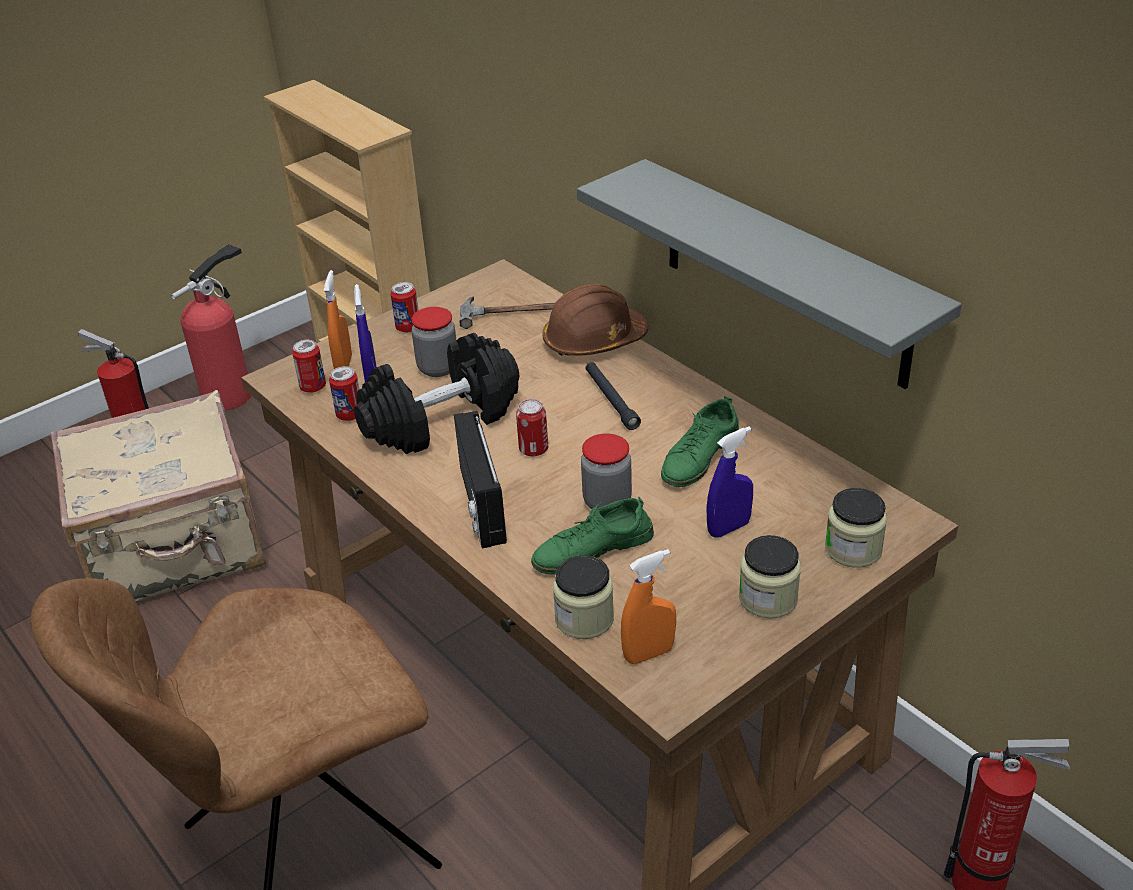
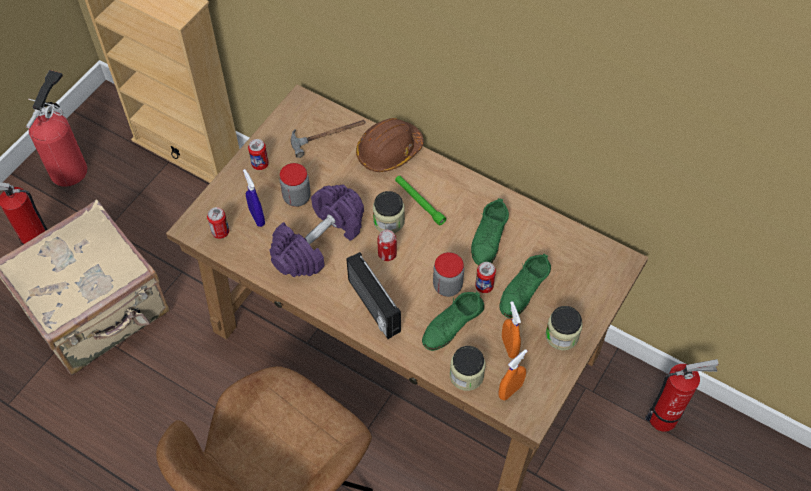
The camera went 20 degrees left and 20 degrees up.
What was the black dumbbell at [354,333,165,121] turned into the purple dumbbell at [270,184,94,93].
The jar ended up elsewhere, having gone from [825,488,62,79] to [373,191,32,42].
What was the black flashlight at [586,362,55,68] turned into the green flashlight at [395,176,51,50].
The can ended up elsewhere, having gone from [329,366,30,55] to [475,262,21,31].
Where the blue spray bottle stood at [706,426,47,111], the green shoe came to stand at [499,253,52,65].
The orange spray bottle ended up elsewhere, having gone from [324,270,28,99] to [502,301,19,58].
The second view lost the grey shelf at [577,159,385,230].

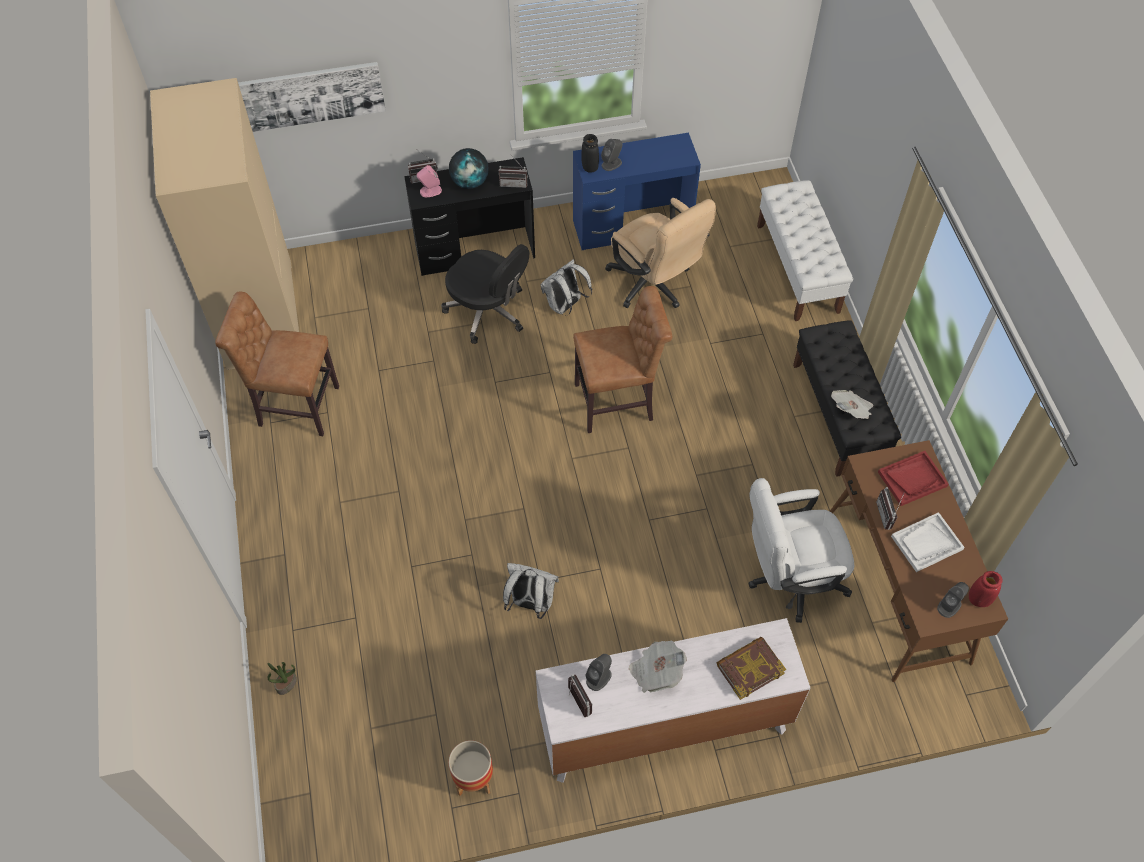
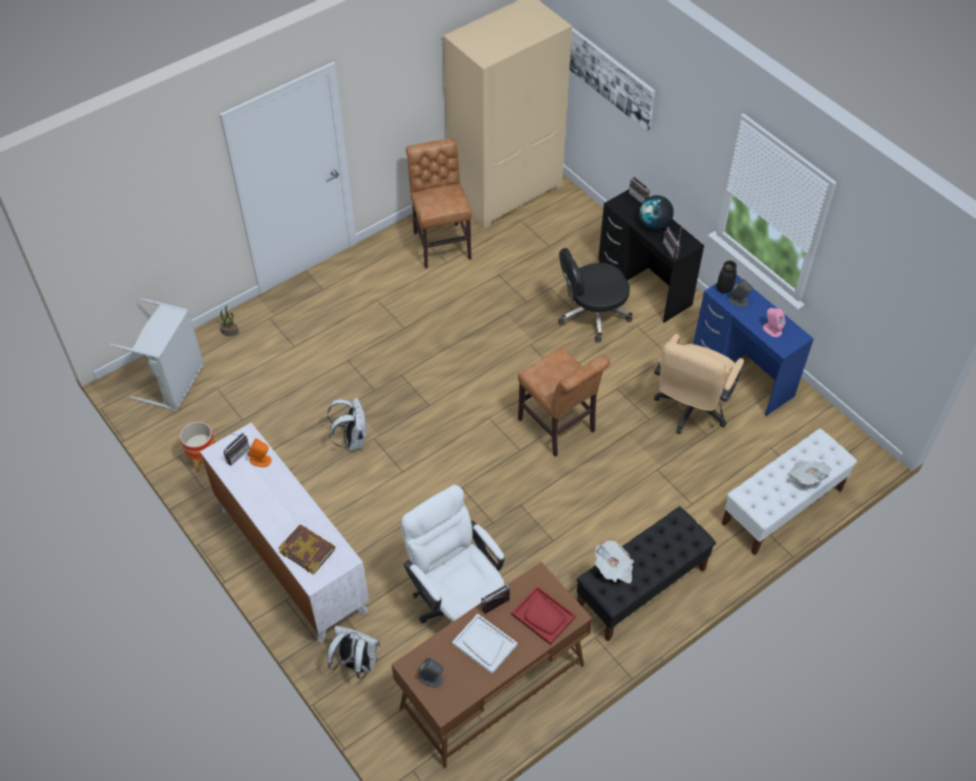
The camera went 65 degrees right and 5 degrees down.
The second view gained the grey laundry basket at [110,298,94,113].
What was the grey speaker at [586,654,26,37] turned into the orange speaker at [247,439,24,28].
The white backpack ended up elsewhere, having gone from [541,259,51,56] to [327,626,54,53].
The black office chair at [441,244,88,100] ended up facing another way, 60 degrees clockwise from before.
The pink speaker ended up elsewhere, having gone from [417,165,25,32] to [763,308,23,29].
The newspaper ended up elsewhere, having gone from [629,641,58,52] to [788,460,44,25].
The second view lost the red vase at [969,571,34,36].

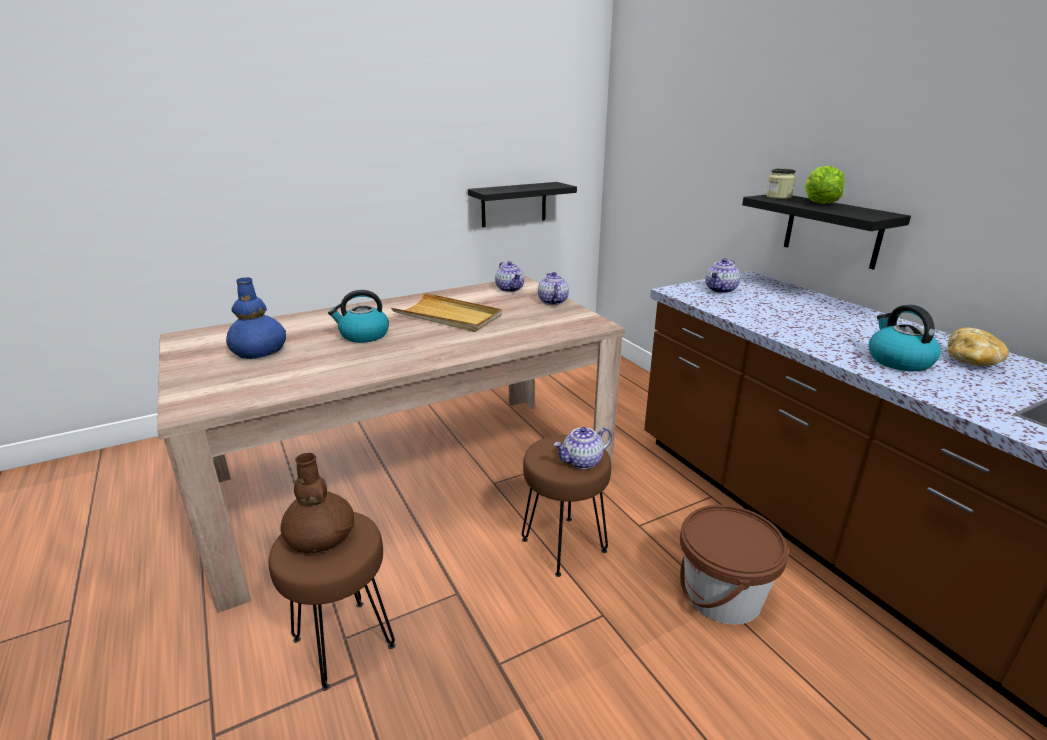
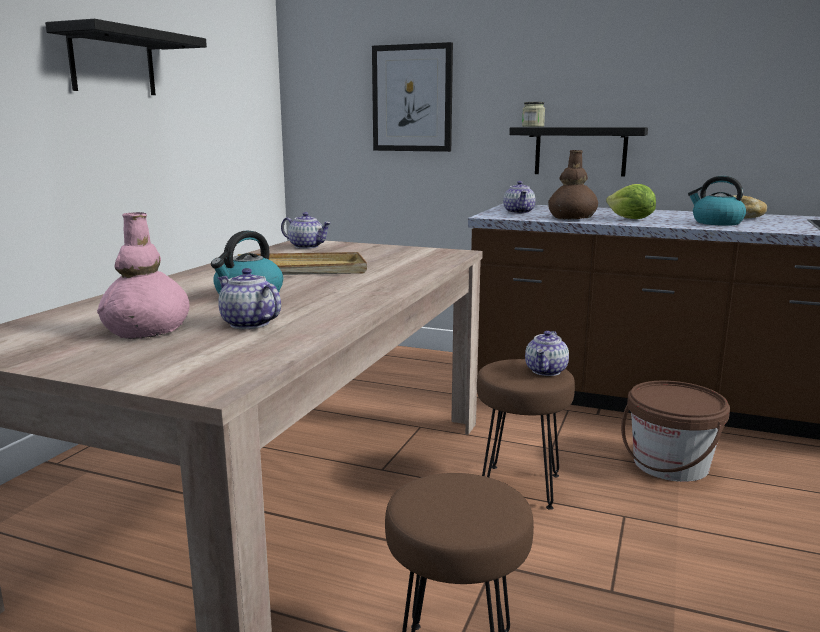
The camera went 40 degrees left and 10 degrees down.
The black shelf ended up elsewhere, having gone from [468,182,109,45] to [45,19,162,76].
What was the blue vase at [226,278,60,81] turned into the pink vase at [97,212,92,127].
The teapot ended up elsewhere, having gone from [538,272,31,33] to [217,268,64,61].
The second view gained the picture at [372,42,81,110].
The brown vase ended up elsewhere, having gone from [281,453,73,101] to [548,150,50,70].
The lettuce ended up elsewhere, having gone from [805,166,40,38] to [606,184,50,35].

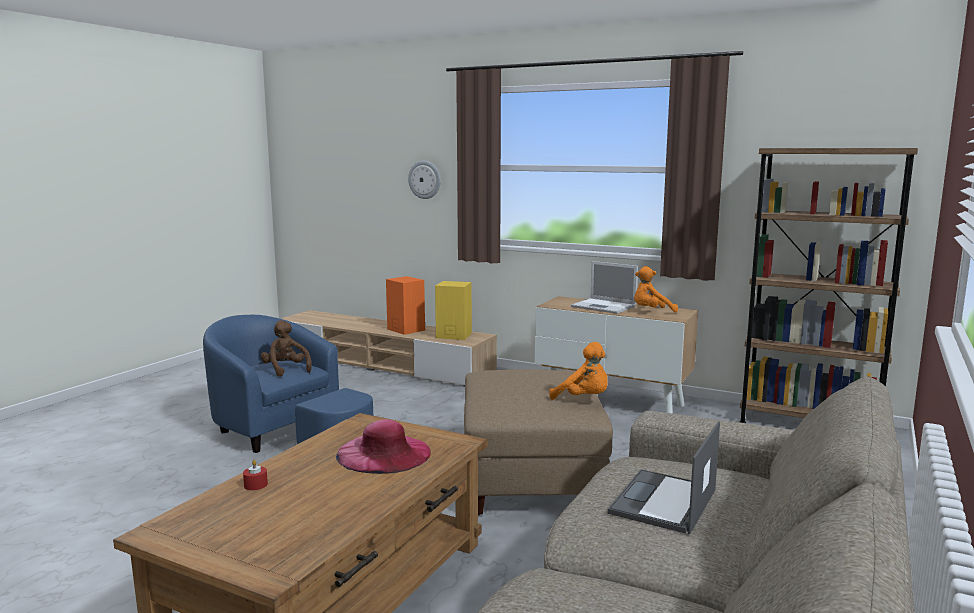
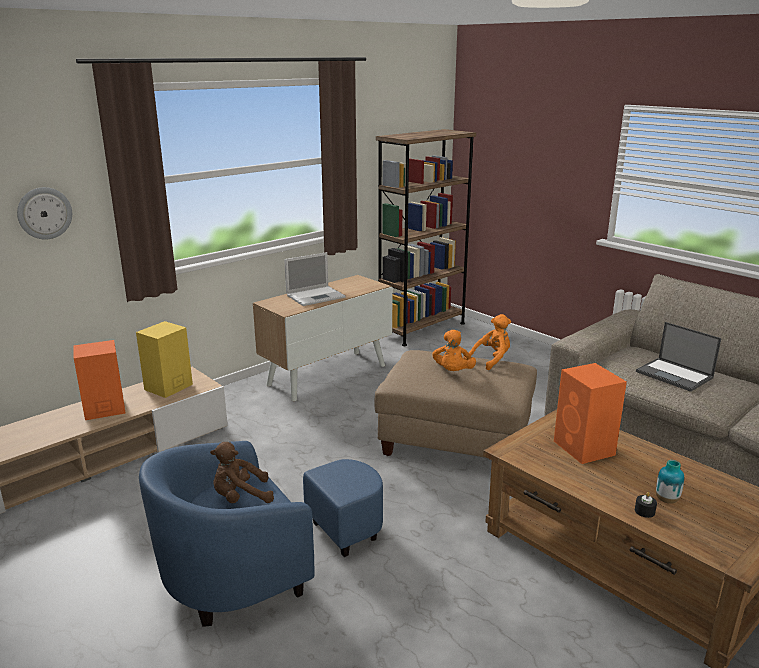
The camera went 70 degrees left and 10 degrees up.
The orange plush toy ended up elsewhere, having gone from [634,266,44,46] to [432,330,44,41].
Where the pink hat stood at [336,419,95,55], the orange speaker came to stand at [554,363,73,101].
What was the red candle at [243,460,25,30] turned into the black candle at [635,492,22,26].
The second view gained the vase at [656,460,28,44].

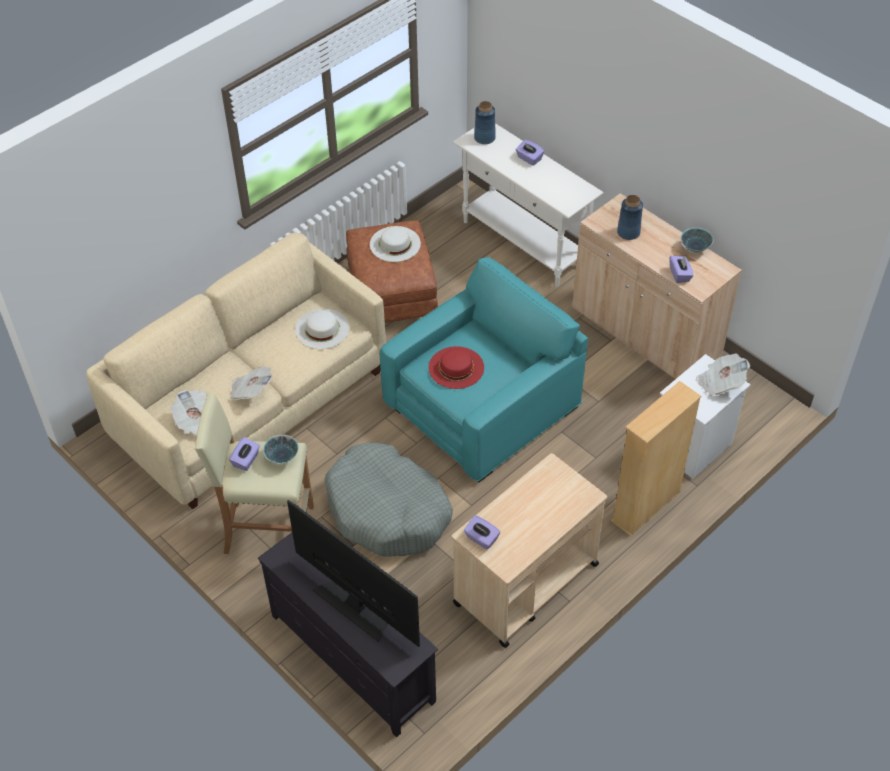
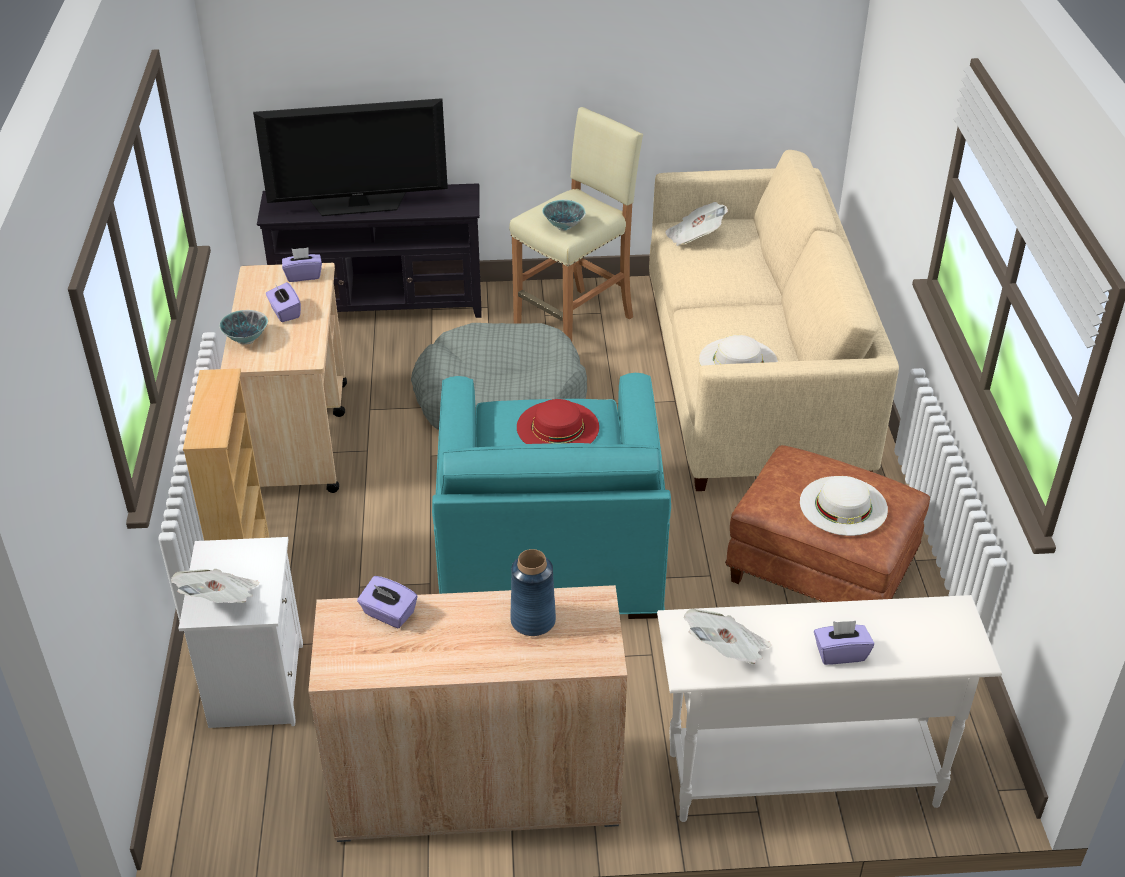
The camera went 130 degrees right and 10 degrees down.
The bowl ended up elsewhere, having gone from [680,228,34,25] to [219,310,49,35].
The purple tissue box ended up elsewhere, having gone from [229,437,31,34] to [266,282,35,40].
The newspaper ended up elsewhere, having gone from [230,367,42,33] to [684,609,87,55].
The second view lost the blue vase at [474,101,22,43].

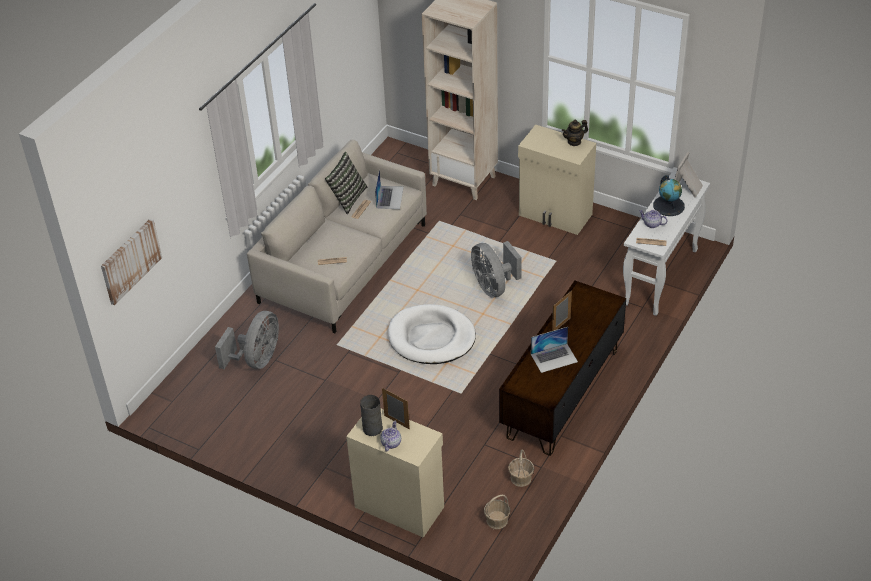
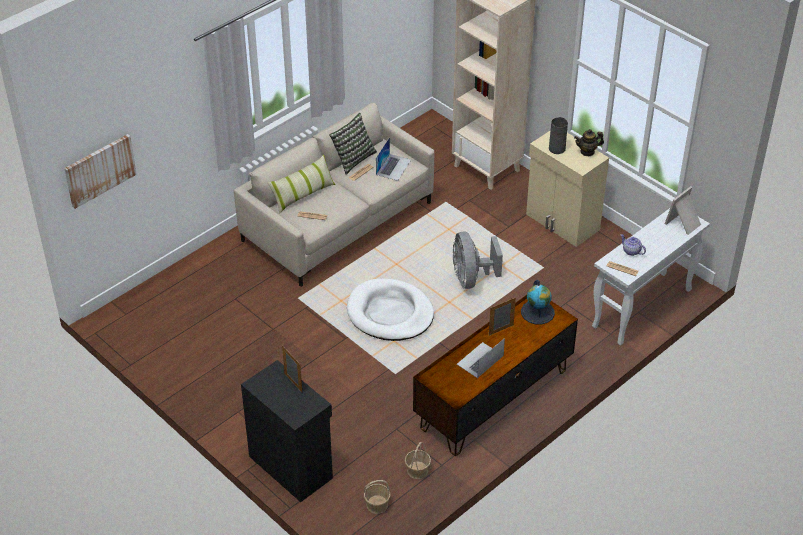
The camera went 15 degrees right and 0 degrees up.
What was the beige cabinet at [346,409,98,129] turned into the black cabinet at [241,360,92,142].
The second view gained the pillow at [268,155,67,58].
The laptop at [531,327,47,46] ended up facing another way, 135 degrees clockwise from before.
The globe ended up elsewhere, having gone from [653,175,32,41] to [521,280,34,45].
The grey vase ended up elsewhere, having gone from [360,395,23,41] to [549,117,19,37].
The second view lost the grey fan at [215,311,64,58].
The second view lost the teapot at [380,421,21,31].

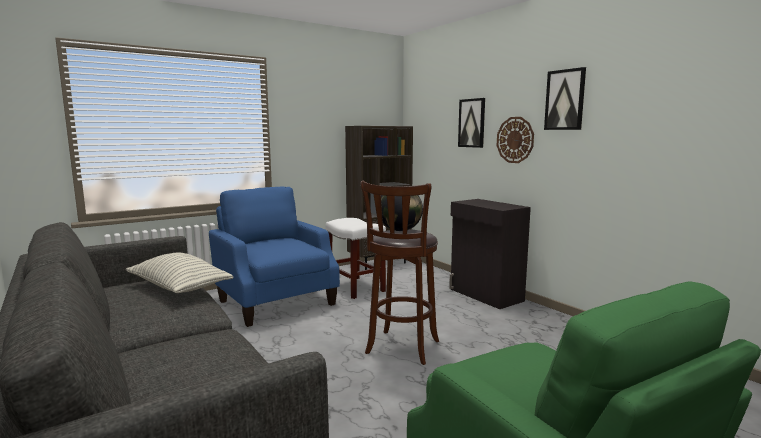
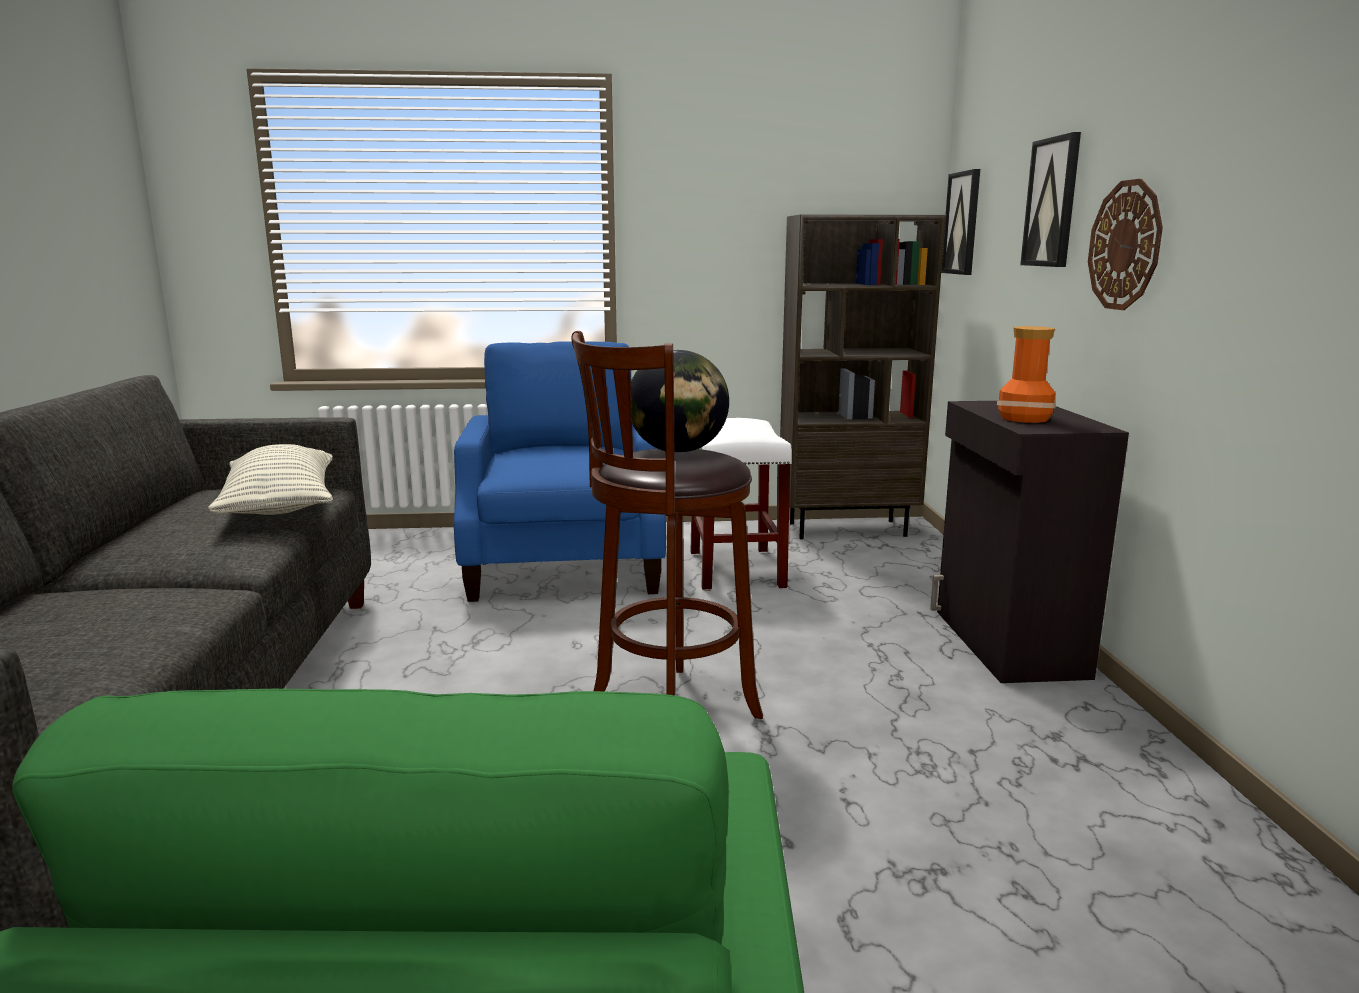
The camera went 30 degrees right and 5 degrees up.
The picture ended up elsewhere, having gone from [544,67,42,63] to [941,169,39,106].
The second view gained the vase at [997,326,59,97].

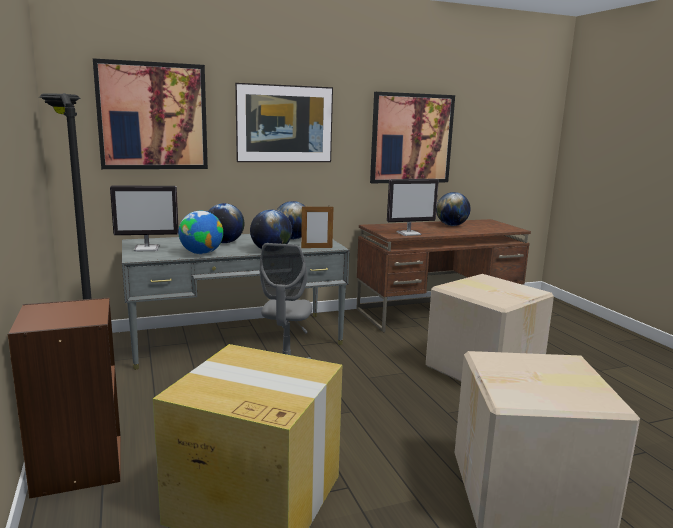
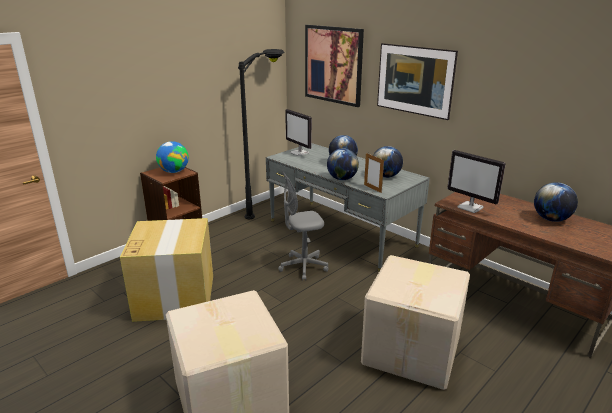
The camera went 65 degrees right and 10 degrees up.
The globe ended up elsewhere, having gone from [178,211,45,43] to [156,141,33,32].
The second view lost the picture at [370,92,85,91].

